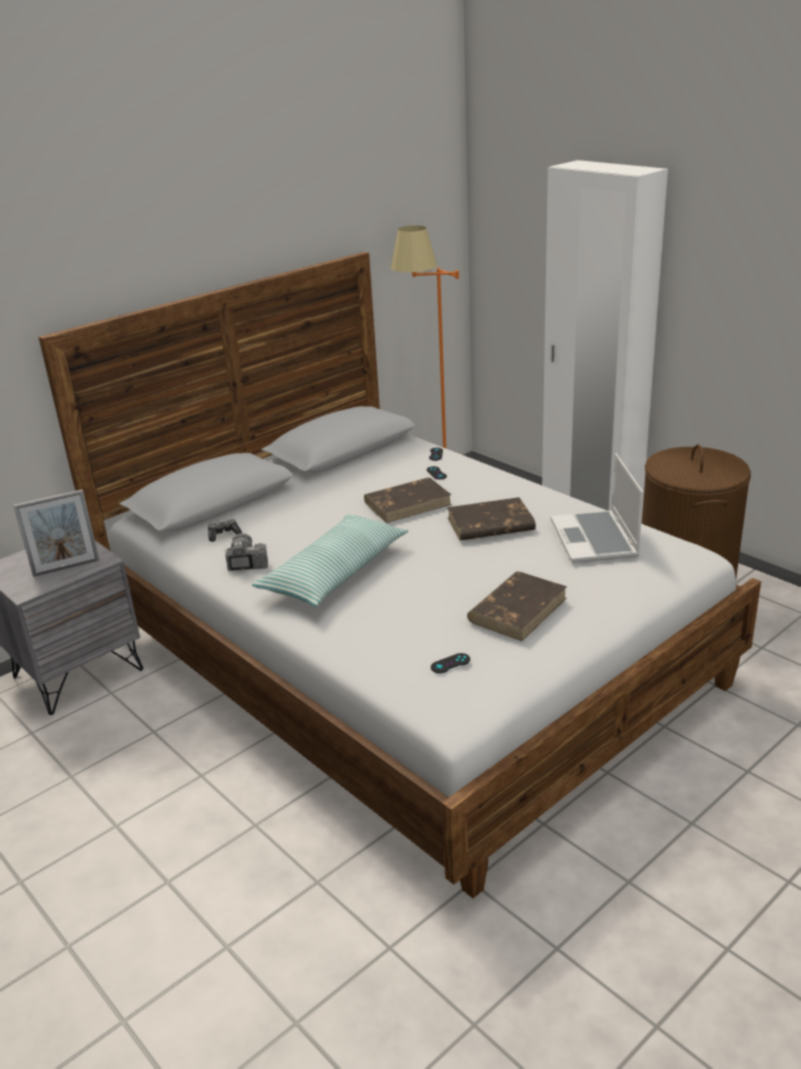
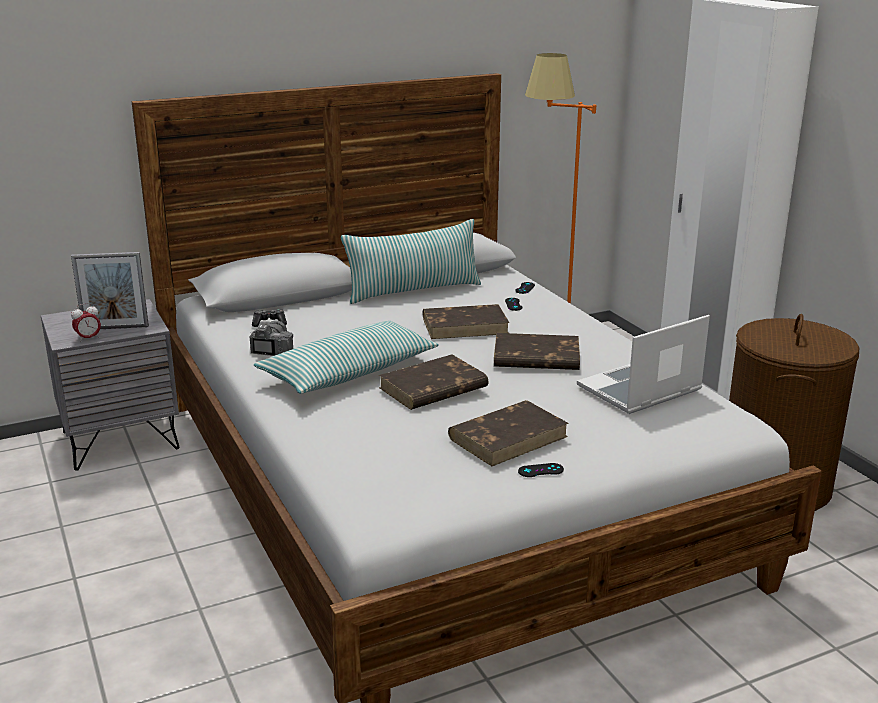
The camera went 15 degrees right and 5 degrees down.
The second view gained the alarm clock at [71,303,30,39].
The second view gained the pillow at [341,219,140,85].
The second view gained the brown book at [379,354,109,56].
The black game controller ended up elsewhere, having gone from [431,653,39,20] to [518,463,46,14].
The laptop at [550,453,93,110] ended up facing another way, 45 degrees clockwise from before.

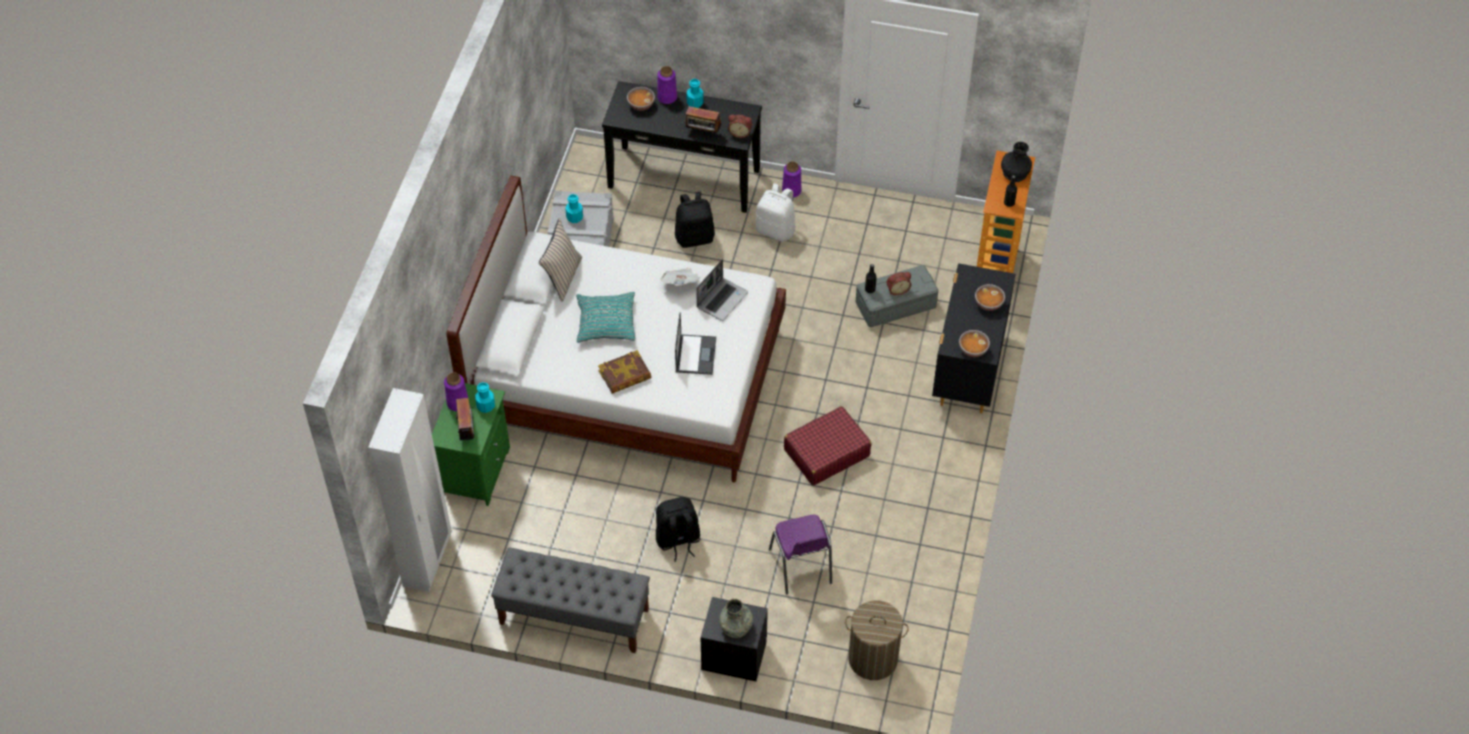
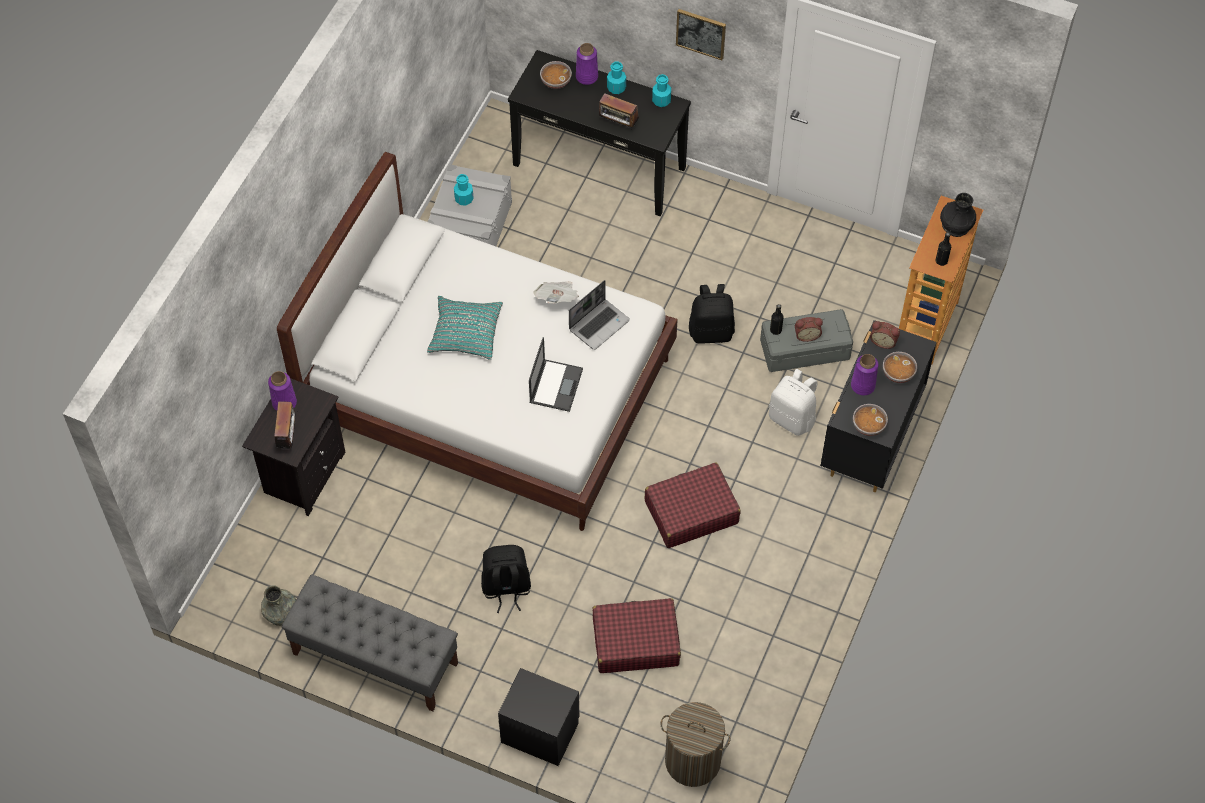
The camera went 10 degrees right and 5 degrees up.
What was the green nightstand at [432,383,78,123] turned into the black nightstand at [242,378,103,138].
The grey vase ended up elsewhere, having gone from [719,599,34,39] to [261,585,35,41].
Where the purple chair stood at [769,515,63,80], the red suitcase came to stand at [593,598,88,75].
The turquoise bottle ended up elsewhere, having gone from [475,382,20,31] to [652,74,19,33].
The second view gained the picture at [676,9,50,51].
The black backpack ended up elsewhere, having gone from [675,192,40,56] to [689,284,46,59].
The white backpack ended up elsewhere, having gone from [756,183,39,59] to [769,369,49,67].
The purple vase ended up elsewhere, having gone from [782,161,19,37] to [851,354,27,41].
The alarm clock ended up elsewhere, having gone from [728,114,24,24] to [870,321,30,28].
The second view lost the white wardrobe at [368,388,84,204].
The second view lost the beige pillow at [539,218,43,84].
The second view lost the book at [598,350,53,44].

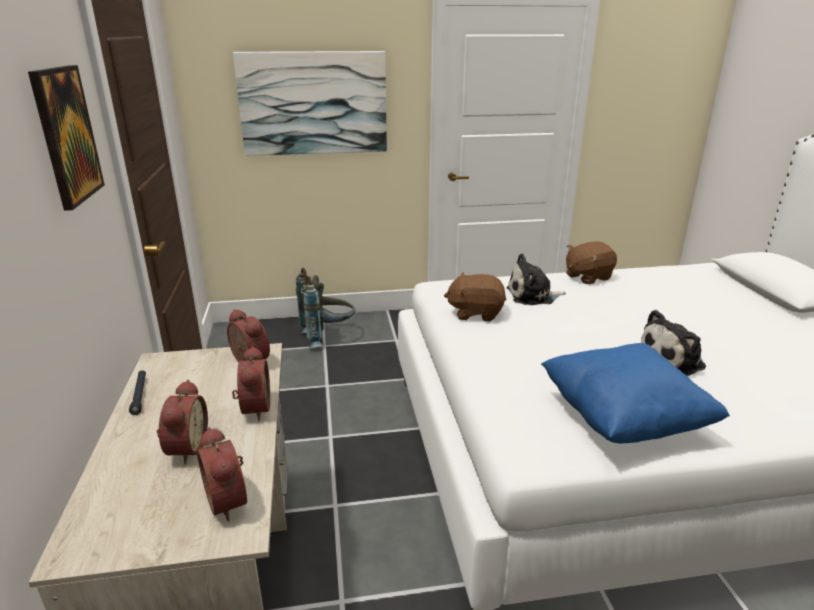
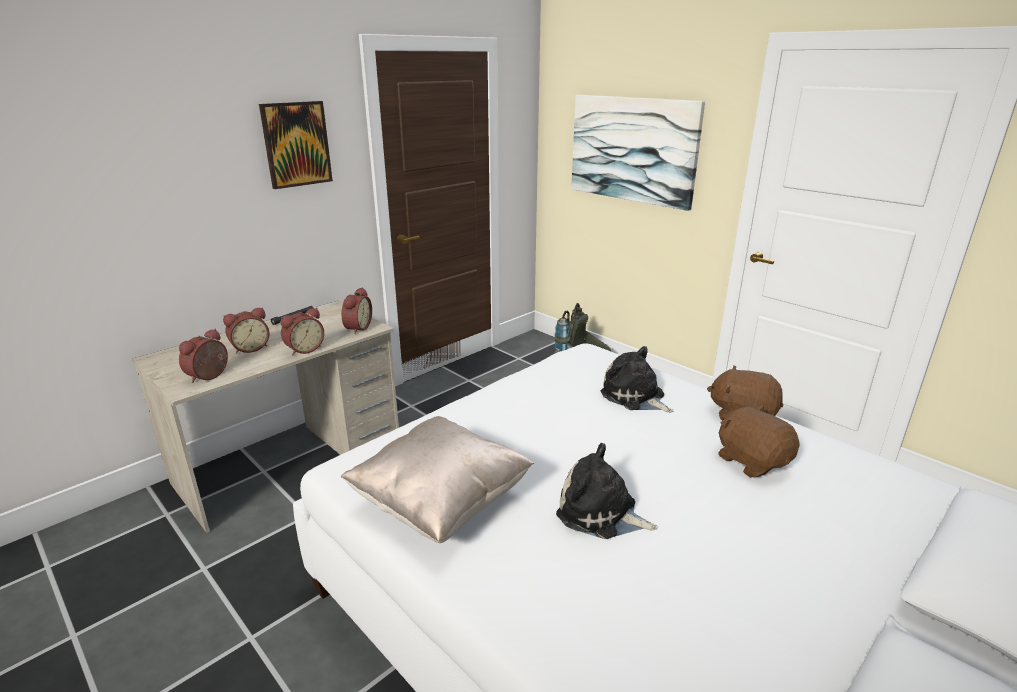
The camera went 55 degrees right and 0 degrees up.
What was the blue pillow at [541,343,189,100] turned into the beige pillow at [340,416,194,127].
The brown plush toy ended up elsewhere, having gone from [444,272,62,49] to [718,406,81,72].

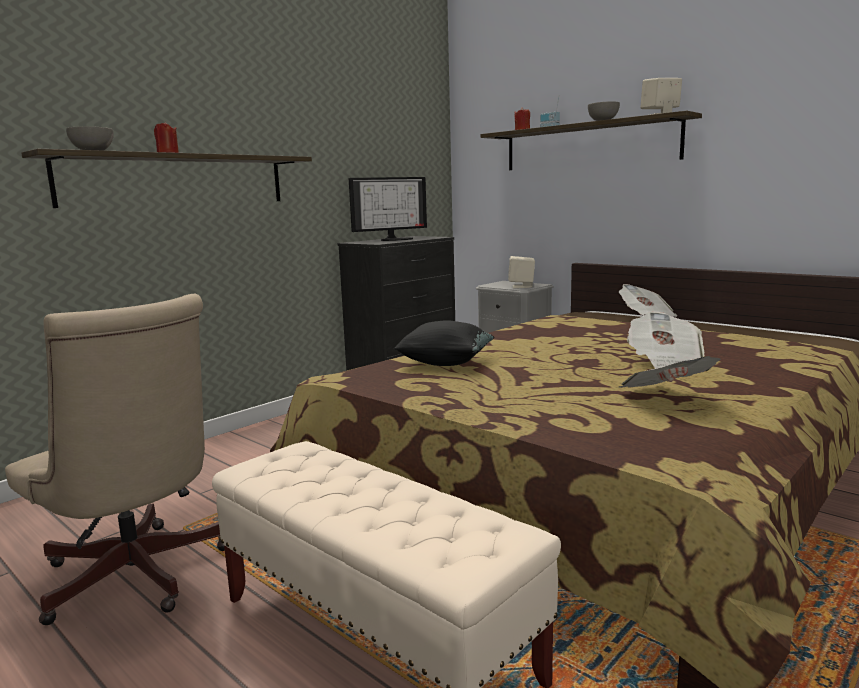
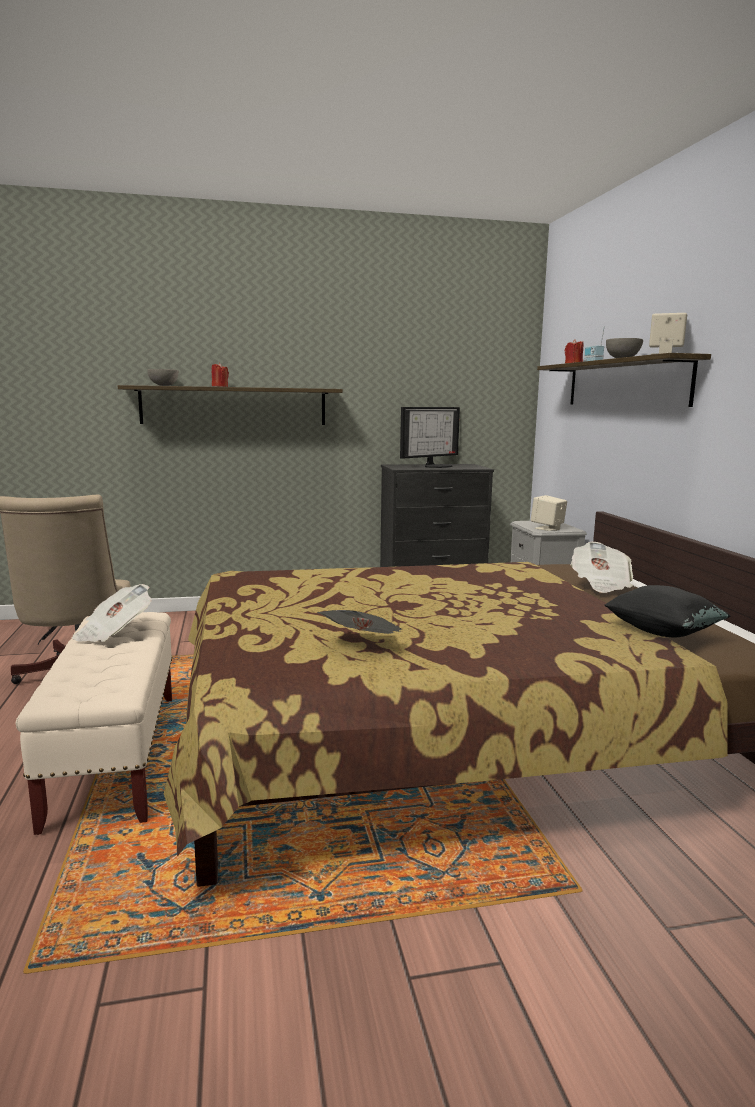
The camera went 35 degrees right and 0 degrees up.
The newspaper ended up elsewhere, having gone from [627,312,77,56] to [72,584,80,58].
The monitor at [349,177,78,64] ended up facing another way, 45 degrees counterclockwise from before.
The black pillow ended up elsewhere, having gone from [394,320,100,46] to [604,585,127,52].

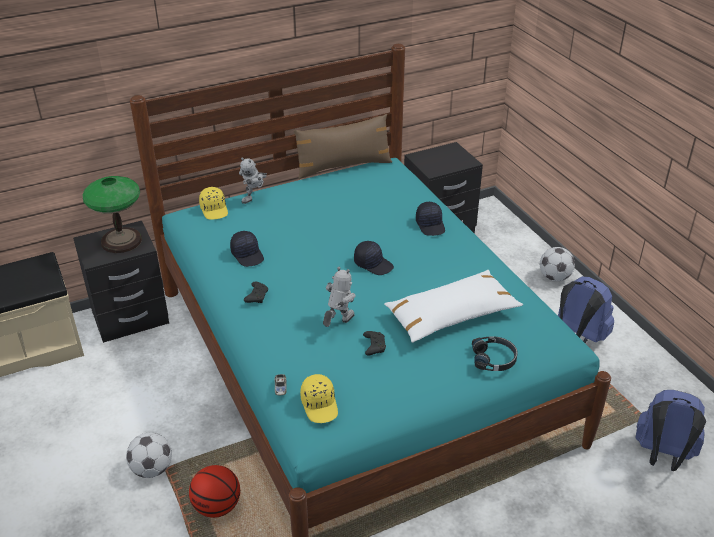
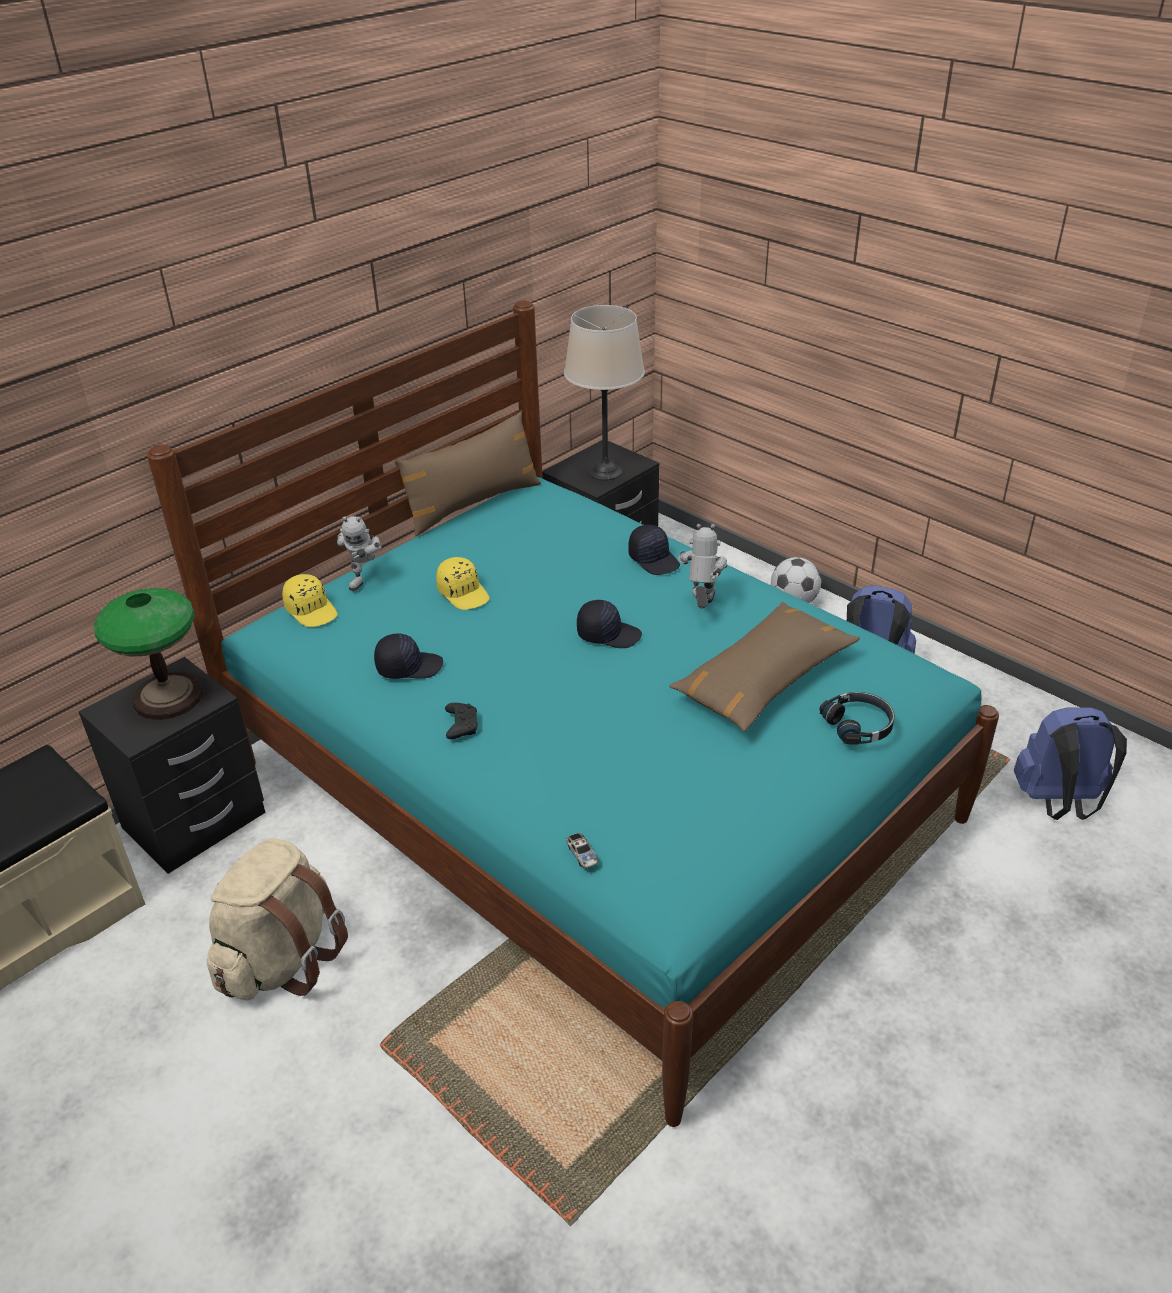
The camera went 20 degrees left and 0 degrees up.
The second view gained the beige backpack at [207,838,141,162].
The black cap at [230,231,34,36] ended up facing another way, 45 degrees counterclockwise from before.
The yellow cap ended up elsewhere, having gone from [300,374,38,49] to [436,557,54,53].
The second view gained the beige table lamp at [564,305,81,175].
What was the white pillow at [384,270,139,73] turned into the brown pillow at [669,602,191,130].
The toy robot ended up elsewhere, having gone from [323,267,32,60] to [678,524,49,85].
The second view lost the football at [126,433,46,45].
The second view lost the basketball at [189,465,51,53].
The second view lost the black game controller at [363,331,23,24].

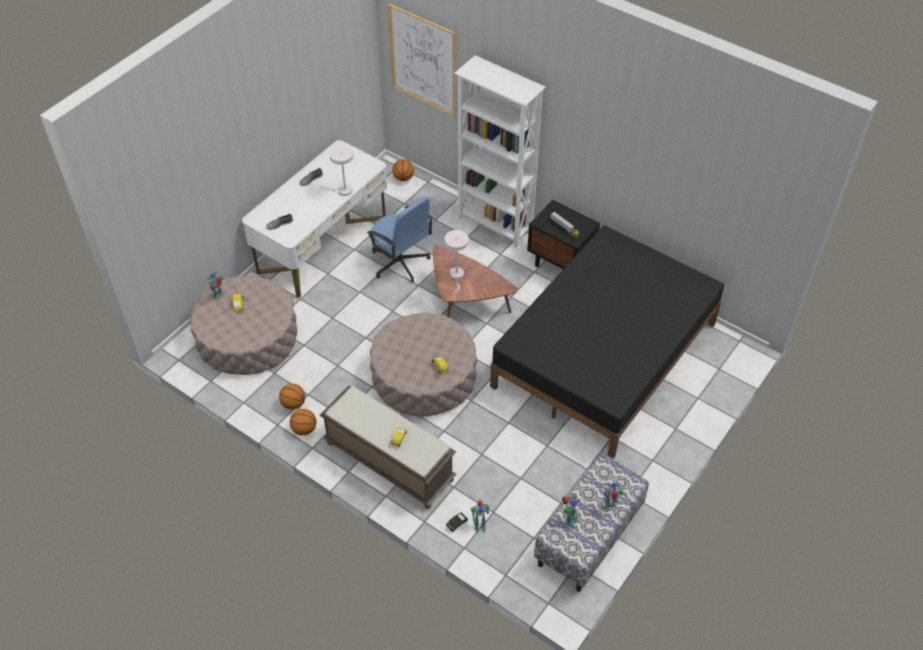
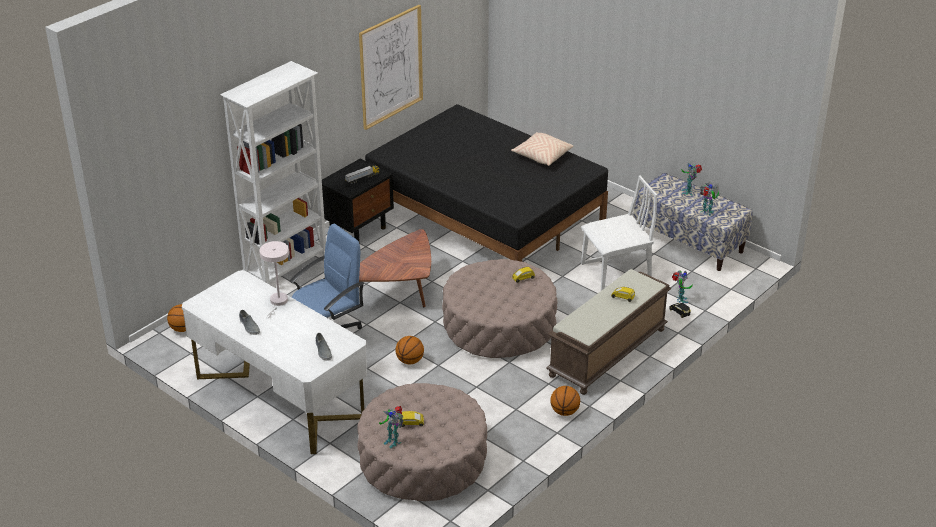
The camera went 85 degrees left and 15 degrees down.
The picture ended up elsewhere, having gone from [388,3,68,113] to [359,5,64,125].
The basketball ended up elsewhere, having gone from [279,384,26,26] to [395,336,29,28].
The second view gained the beige pillow at [511,132,62,34].
The second view gained the white chair at [581,175,76,116].
The second view lost the white table lamp at [444,230,25,63].

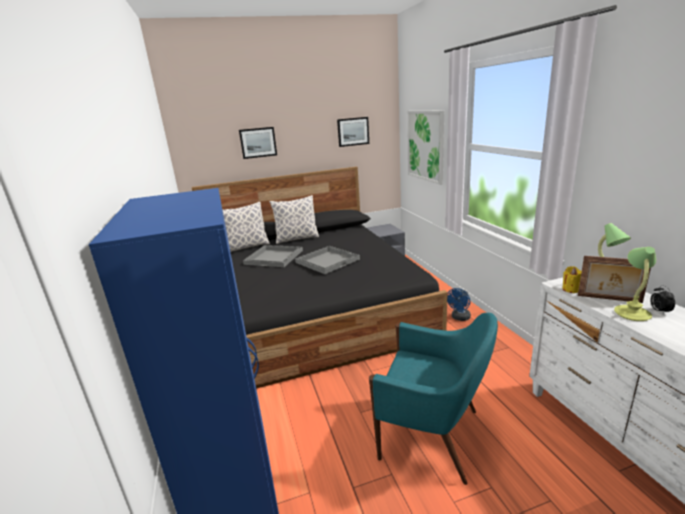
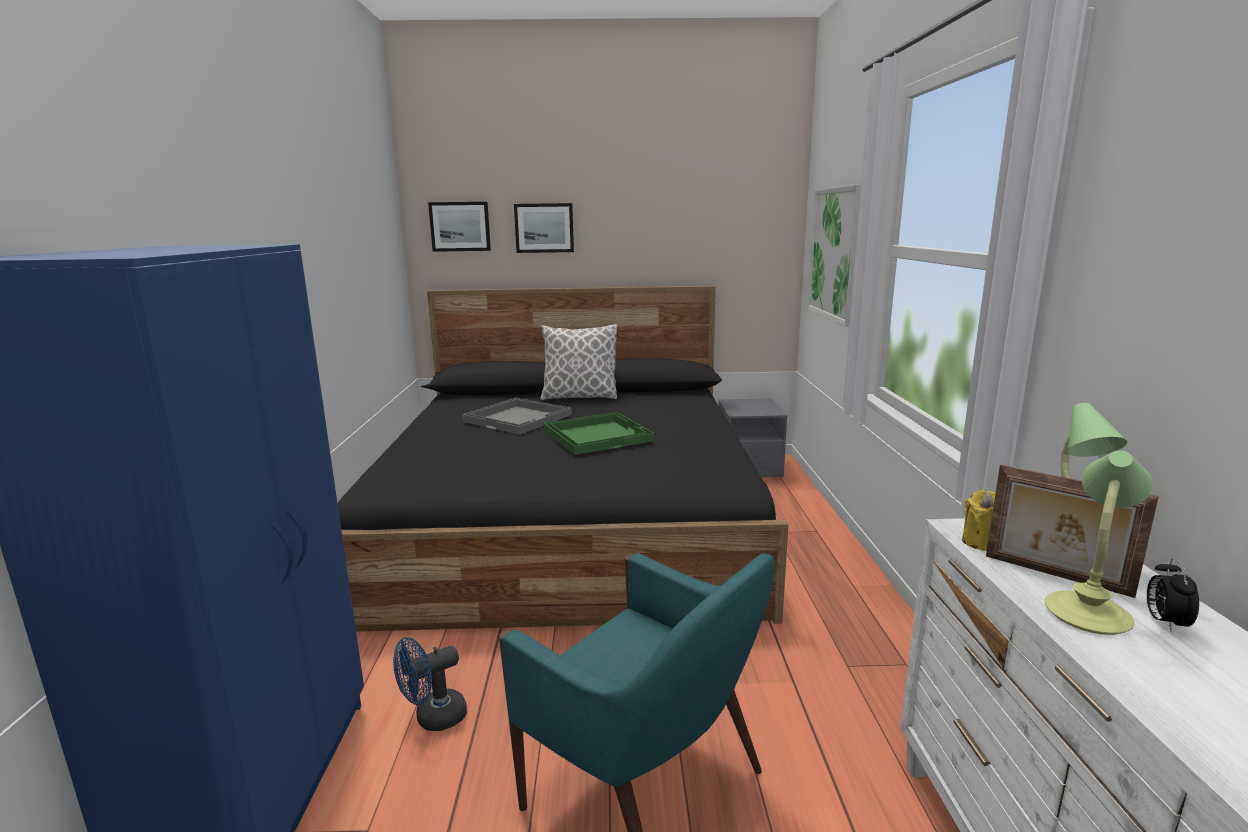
The camera went 15 degrees right and 5 degrees down.
The blue fan ended up elsewhere, having gone from [447,288,24,33] to [393,637,74,94].
The picture ended up elsewhere, having gone from [337,117,32,30] to [428,202,63,50].
What was the grey tray at [295,246,65,28] turned into the green tray at [543,412,111,43].
The second view lost the pillow at [222,202,48,50].

